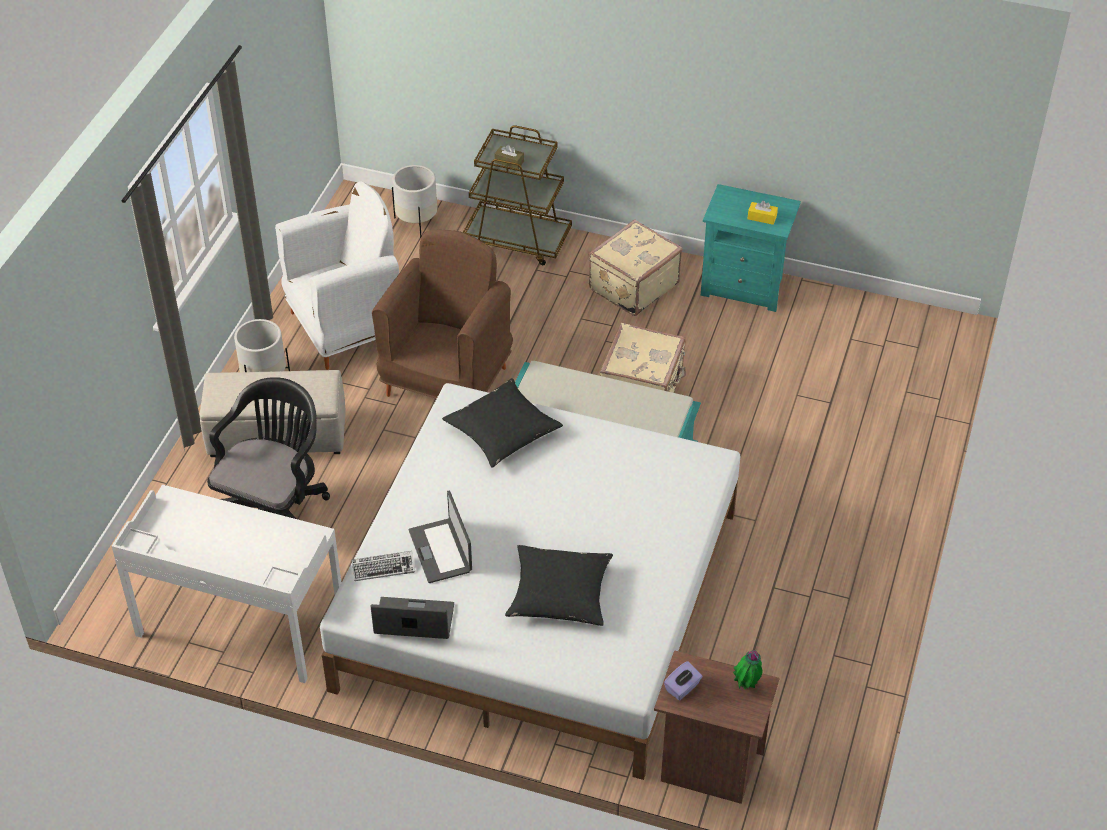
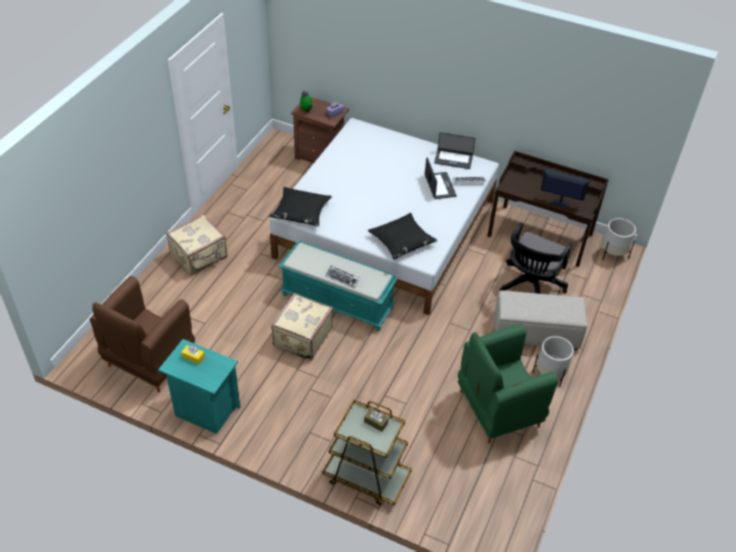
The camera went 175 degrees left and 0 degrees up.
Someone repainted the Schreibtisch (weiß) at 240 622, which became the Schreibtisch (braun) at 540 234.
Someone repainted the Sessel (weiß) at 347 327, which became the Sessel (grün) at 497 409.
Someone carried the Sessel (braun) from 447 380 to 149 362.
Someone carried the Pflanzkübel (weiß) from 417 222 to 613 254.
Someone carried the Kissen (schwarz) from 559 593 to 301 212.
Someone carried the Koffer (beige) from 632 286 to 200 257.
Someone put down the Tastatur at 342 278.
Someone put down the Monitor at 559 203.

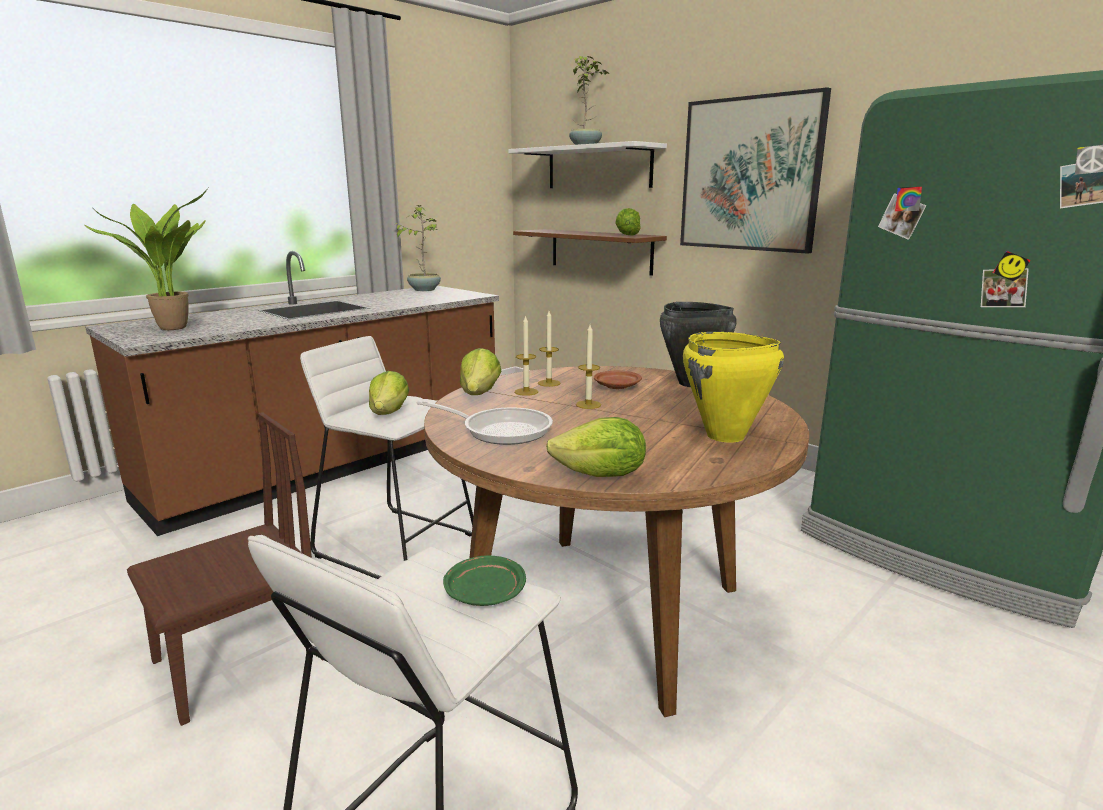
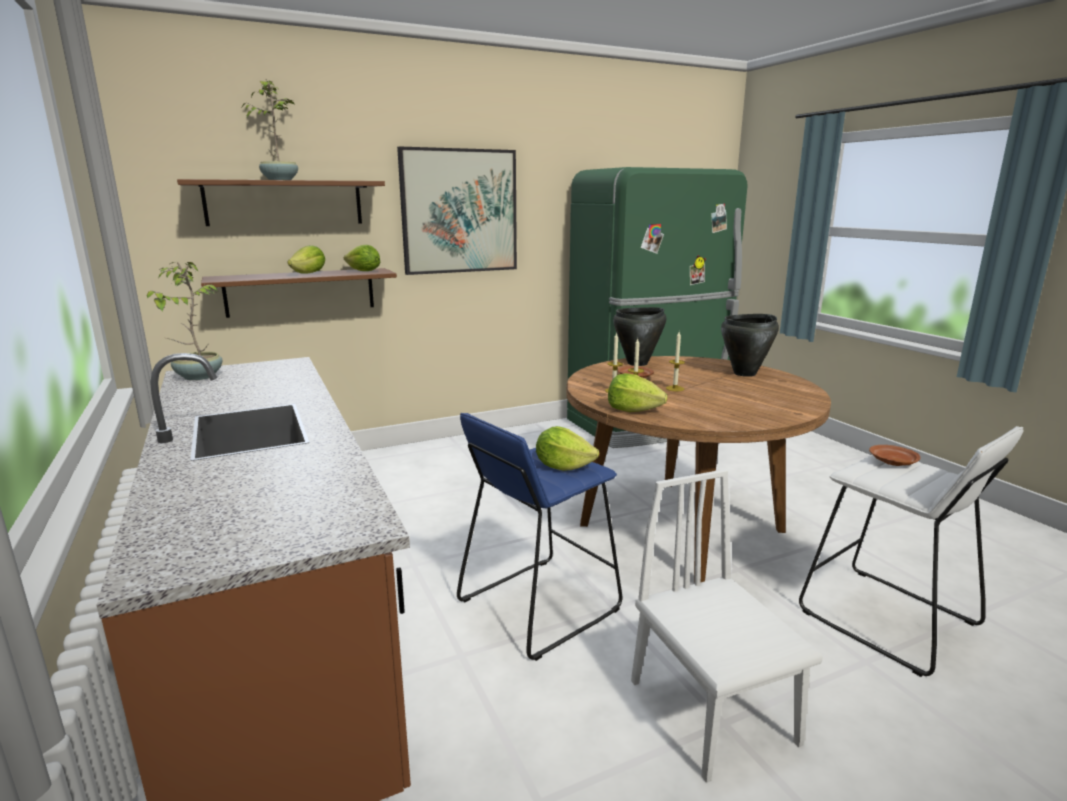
The camera went 70 degrees left and 0 degrees up.
Someone took away the Topfpflanze at 175 327.
Someone repainted the Stuhl (braun) at 240 660, which became the Stuhl (weiß) at 712 711.
Someone repainted the Hocker (weiß) at 397 544, which became the Hocker (blau) at 538 605.
Someone took away the Pfanne at 500 430.
Someone repainted the Teller (grün) at 485 593, which became the Teller (braun) at 892 462.
Someone repainted the Wandregal (weiß) at 598 167, which became the Wandregal (braun) at 284 203.
Someone carried the Salatkopf from 601 476 to 309 273.
Someone repainted the Kochtopf (gelb) at 725 436, which became the Kochtopf (schwarz) at 745 373.

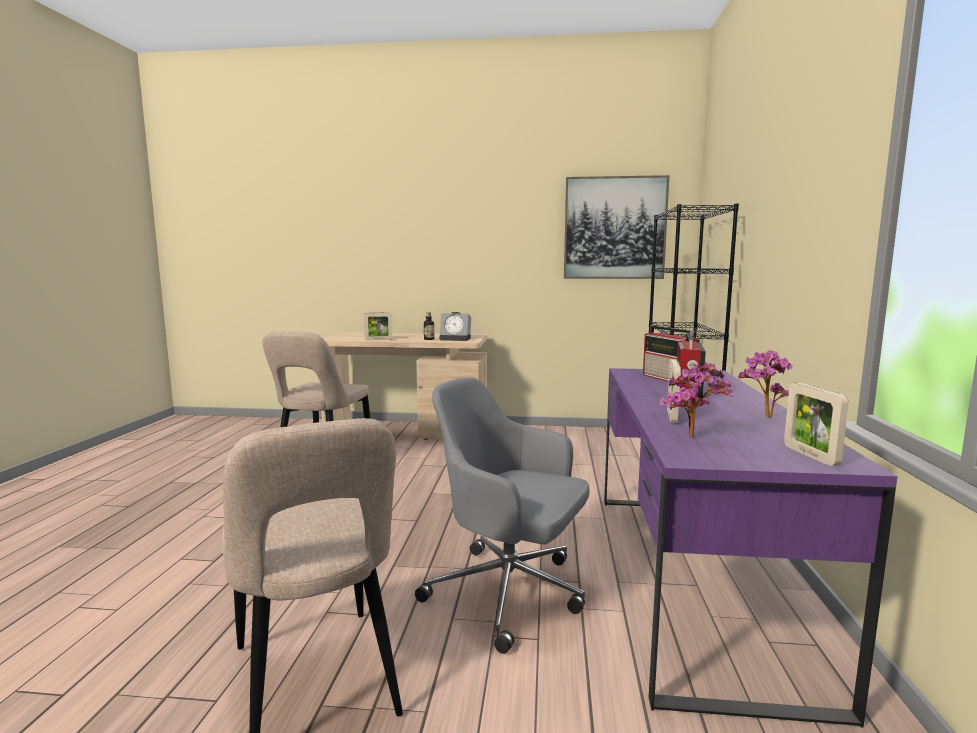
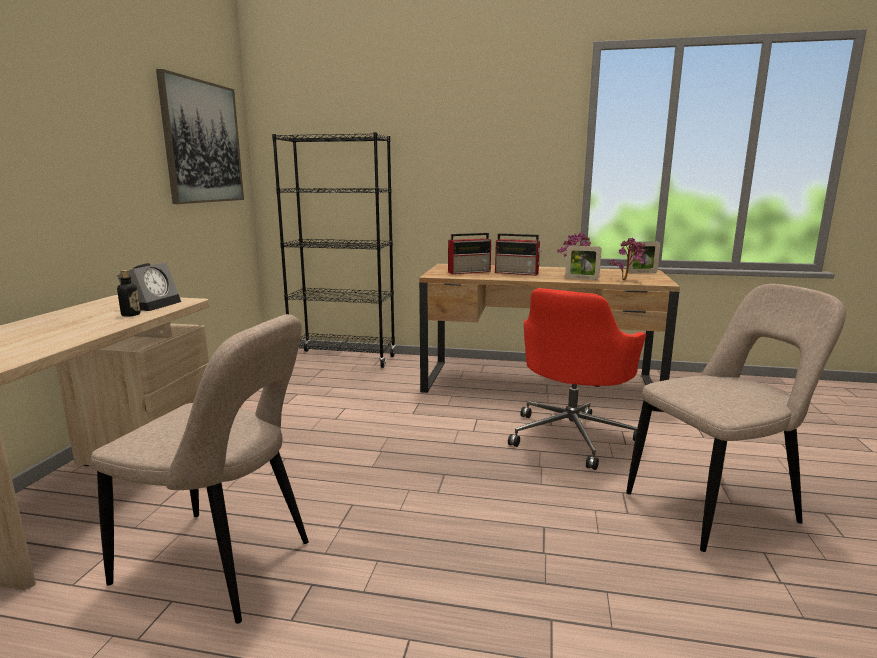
The camera went 85 degrees left and 5 degrees up.
Someone took away the Bilderrahmen at 378 340.
Someone repainted the Bürostuhl (grau) at 510 593, which became the Bürostuhl (rot) at 572 436.
Someone repainted the Schreibtisch (lila) at 691 578, which became the Schreibtisch (braun) at 538 384.

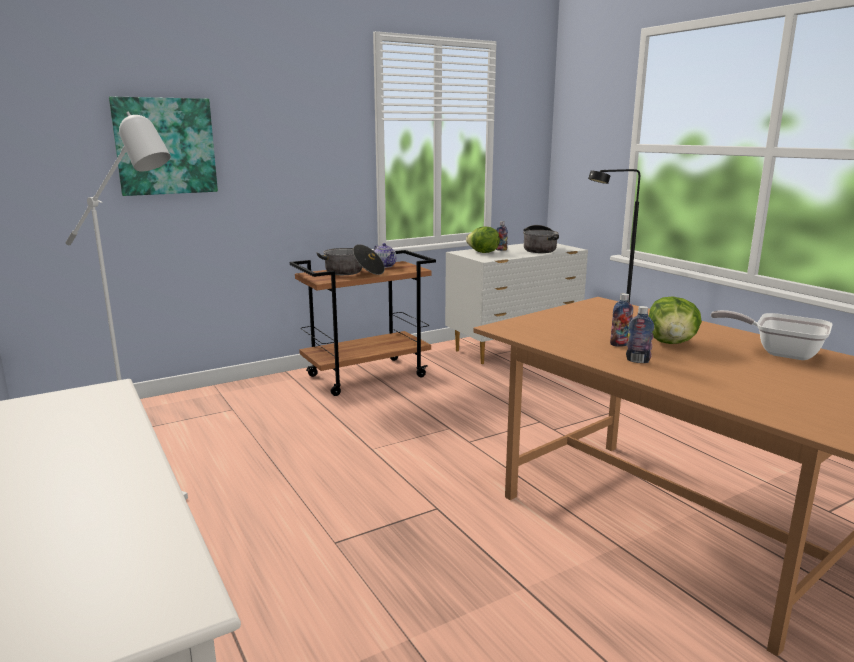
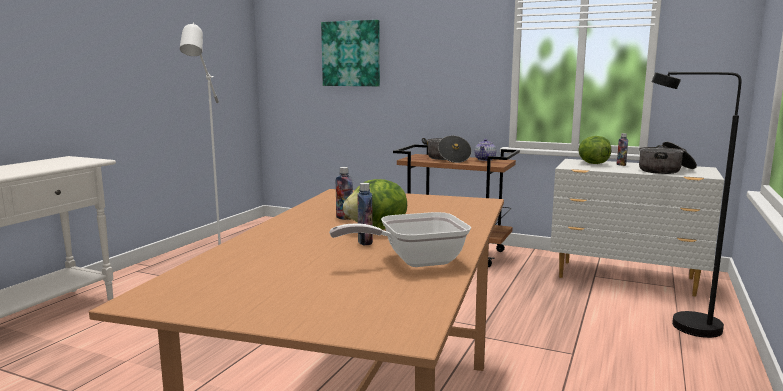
The camera went 55 degrees right and 5 degrees down.
Someone carried the Flasche from 638 361 to 365 242.
Someone rotated the Pfanne at 779 352 by 105 degrees counterclockwise.

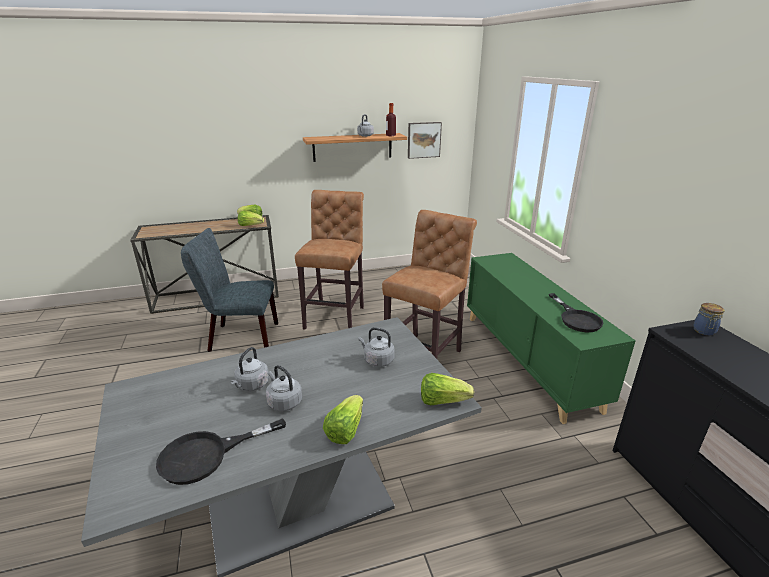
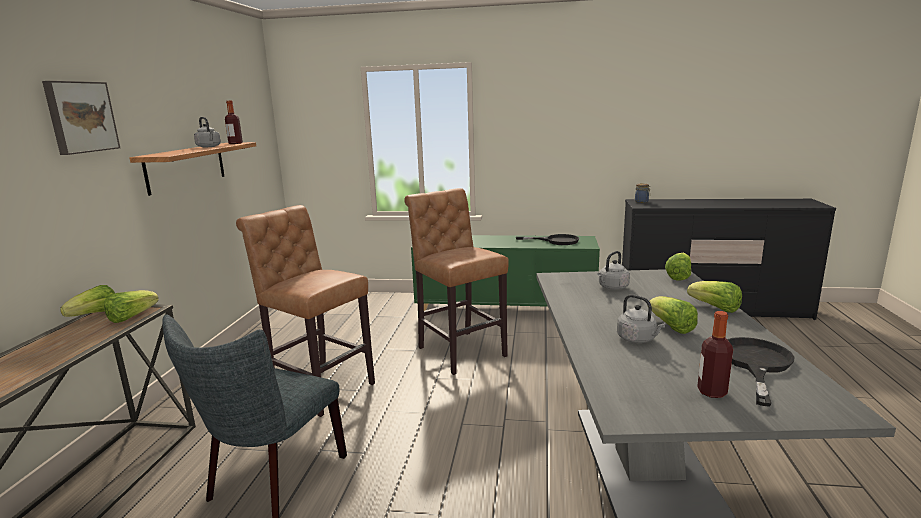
The camera went 65 degrees left and 10 degrees down.
Someone rotated the Pfanne (schwarz) at 207 455 by 150 degrees counterclockwise.
Someone swapped the Wasserkessel (grau) at 283 402 for the Salatkopf at 671 327.
Someone carried the Bild from 423 140 to 80 117.
Someone put down the Flasche at 711 392.

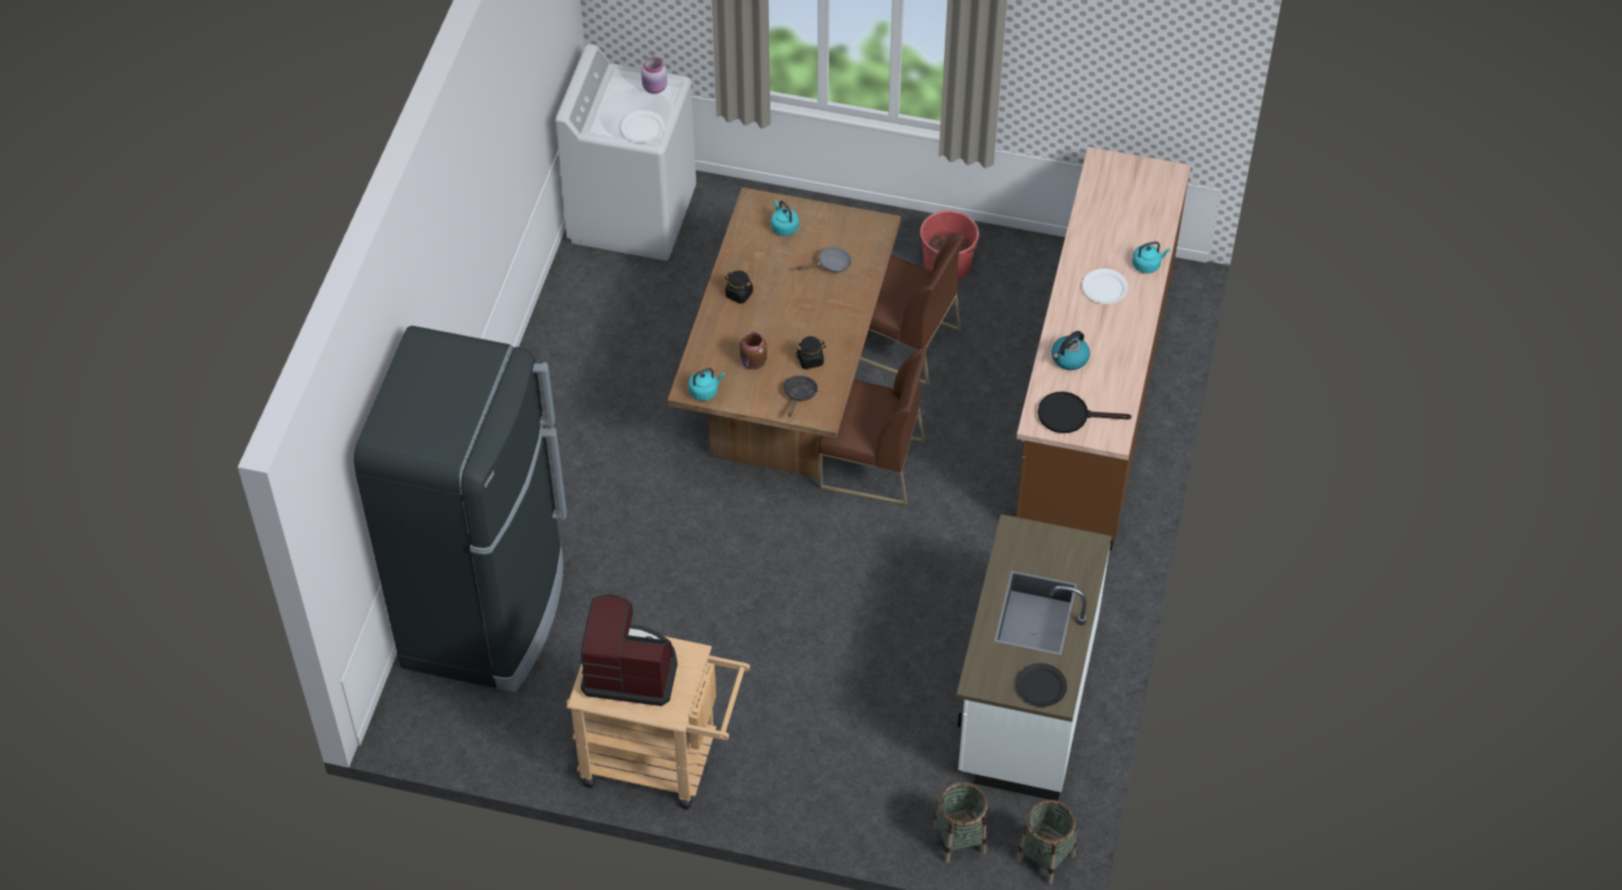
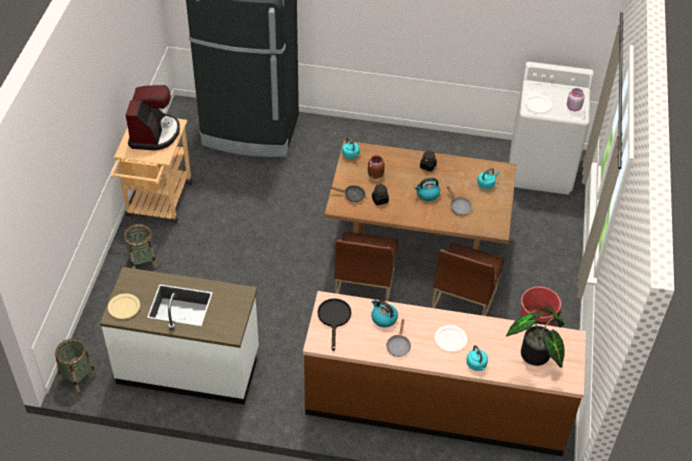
The camera went 85 degrees right and 5 degrees down.
Someone carried the Korb from 959 839 to 142 261.
Someone repainted the Teller (schwarz) at 1041 686, which became the Teller (beige) at 124 307.
Someone put down the Pfanne (grau) at 398 346.
Someone put down the Wasserkessel at 427 194.
Someone put down the Topfpflanze at 535 357.

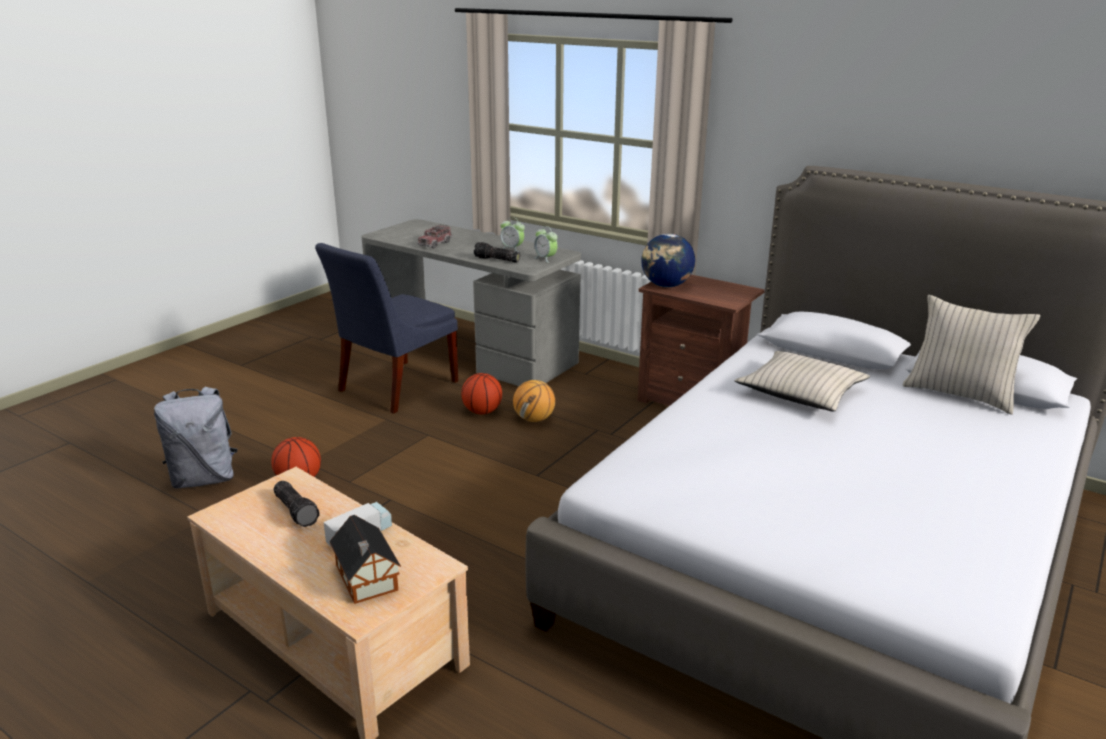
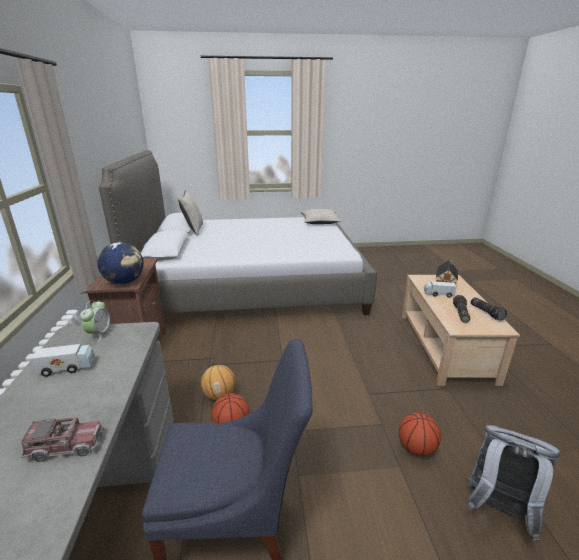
The camera went 130 degrees left and 0 degrees up.
Someone carried the Taschenlampe from 496 260 to 487 312.
Someone swapped the Wecker at 512 249 for the Spielzeuglaster at 67 368.
Someone carried the Kissen (beige) from 801 392 to 320 222.

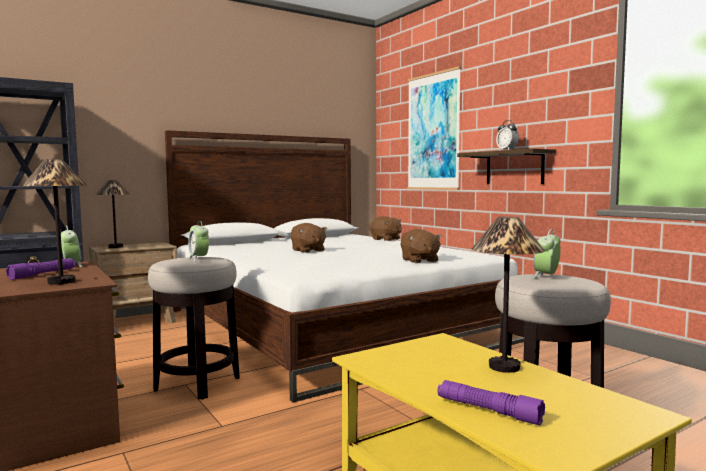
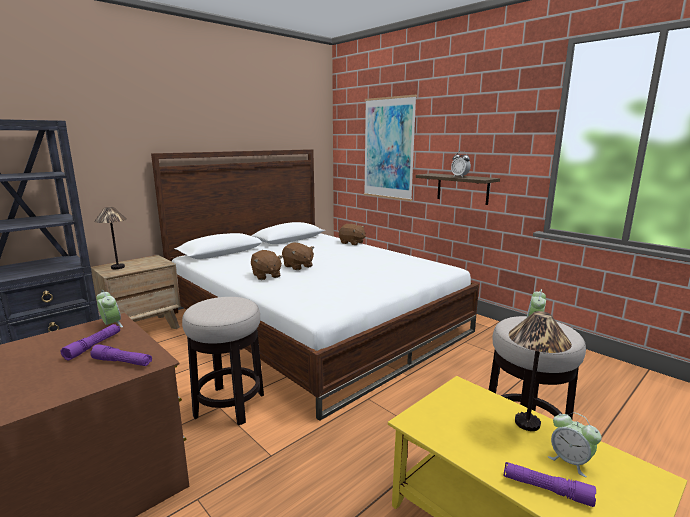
The camera went 10 degrees left and 10 degrees up.
Someone swapped the Tischlampe at 61 282 for the Taschenlampe (lila) at 122 362.
Someone carried the Wecker from 199 259 to 570 461.
Someone carried the Plüschtier (braun) from 419 260 to 266 276.

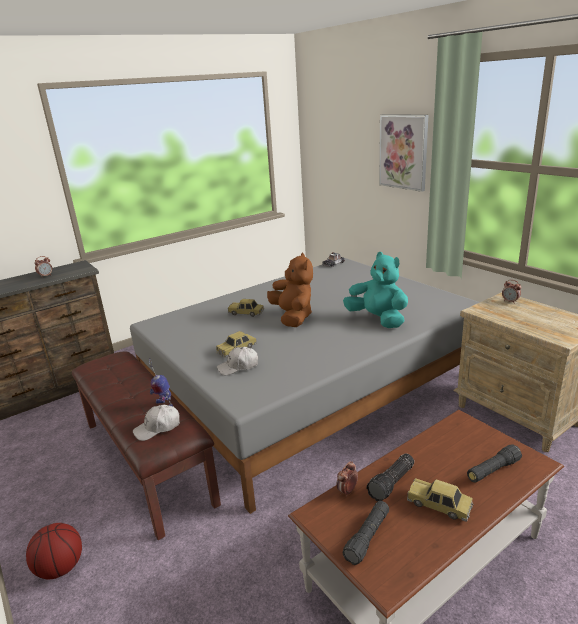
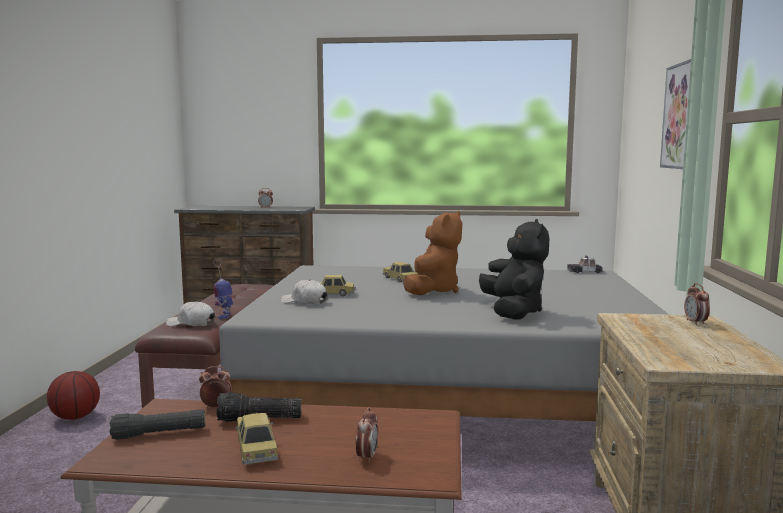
The camera went 40 degrees right and 15 degrees down.
Someone repainted the Plüschtier (türkis) at 378 319, which became the Plüschtier (schwarz) at 513 312.
Someone swapped the Taschenlampe (schwarz) at 493 470 for the Wecker at 367 457.

